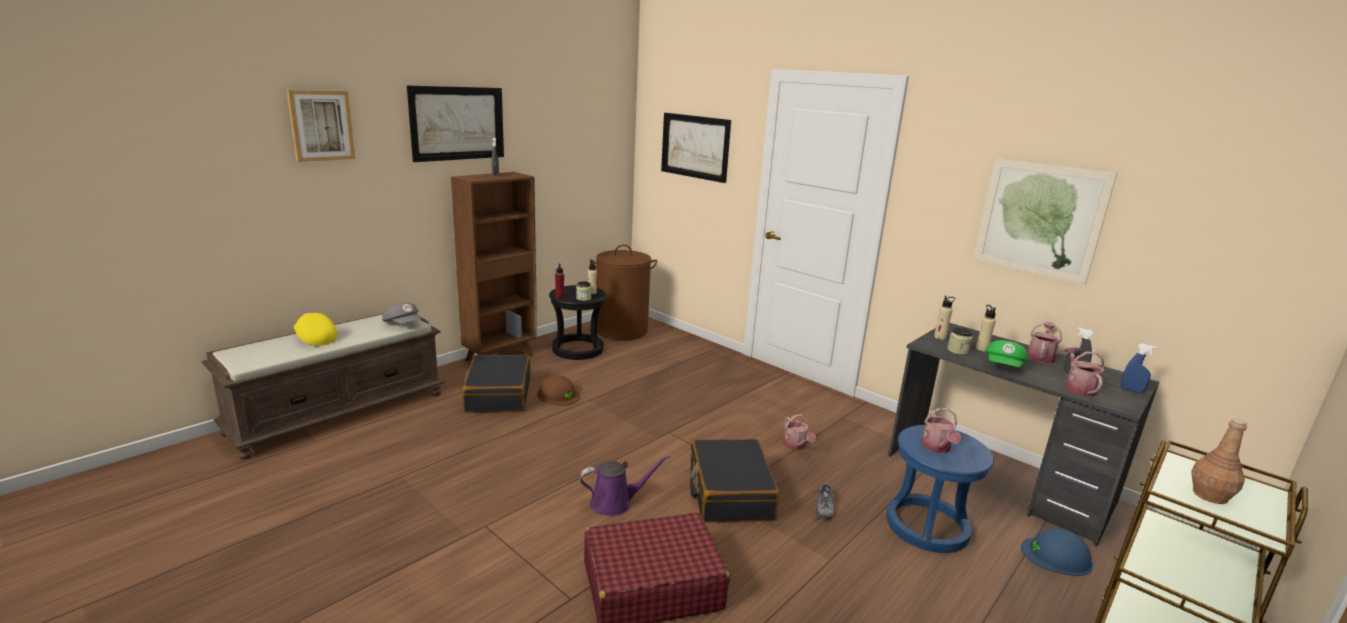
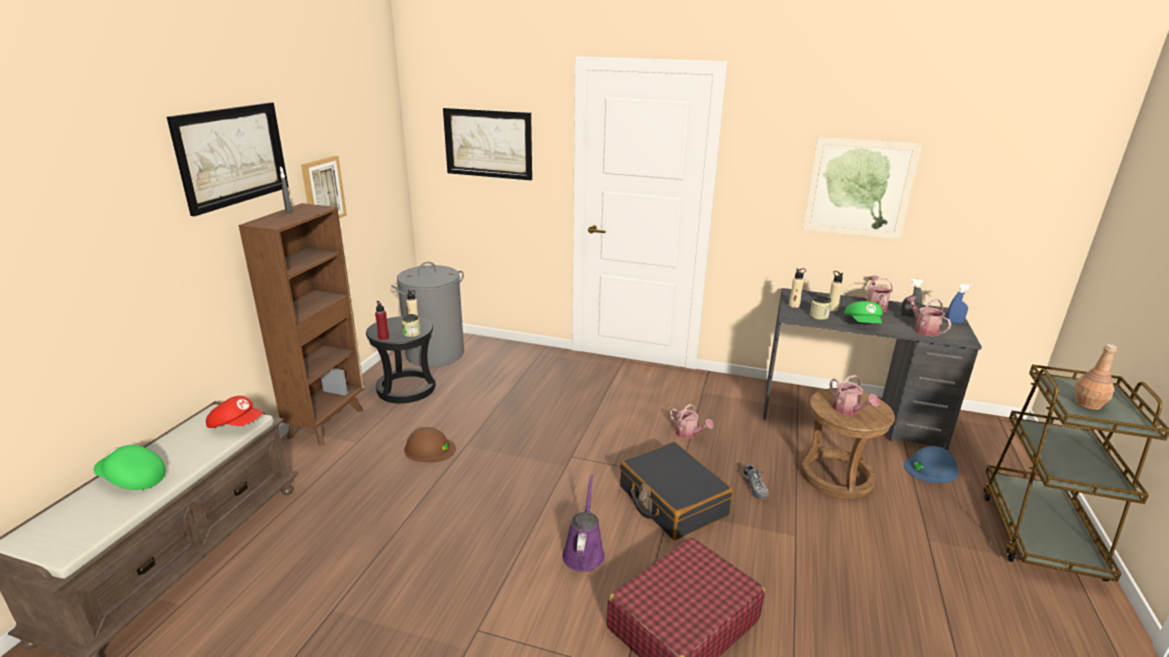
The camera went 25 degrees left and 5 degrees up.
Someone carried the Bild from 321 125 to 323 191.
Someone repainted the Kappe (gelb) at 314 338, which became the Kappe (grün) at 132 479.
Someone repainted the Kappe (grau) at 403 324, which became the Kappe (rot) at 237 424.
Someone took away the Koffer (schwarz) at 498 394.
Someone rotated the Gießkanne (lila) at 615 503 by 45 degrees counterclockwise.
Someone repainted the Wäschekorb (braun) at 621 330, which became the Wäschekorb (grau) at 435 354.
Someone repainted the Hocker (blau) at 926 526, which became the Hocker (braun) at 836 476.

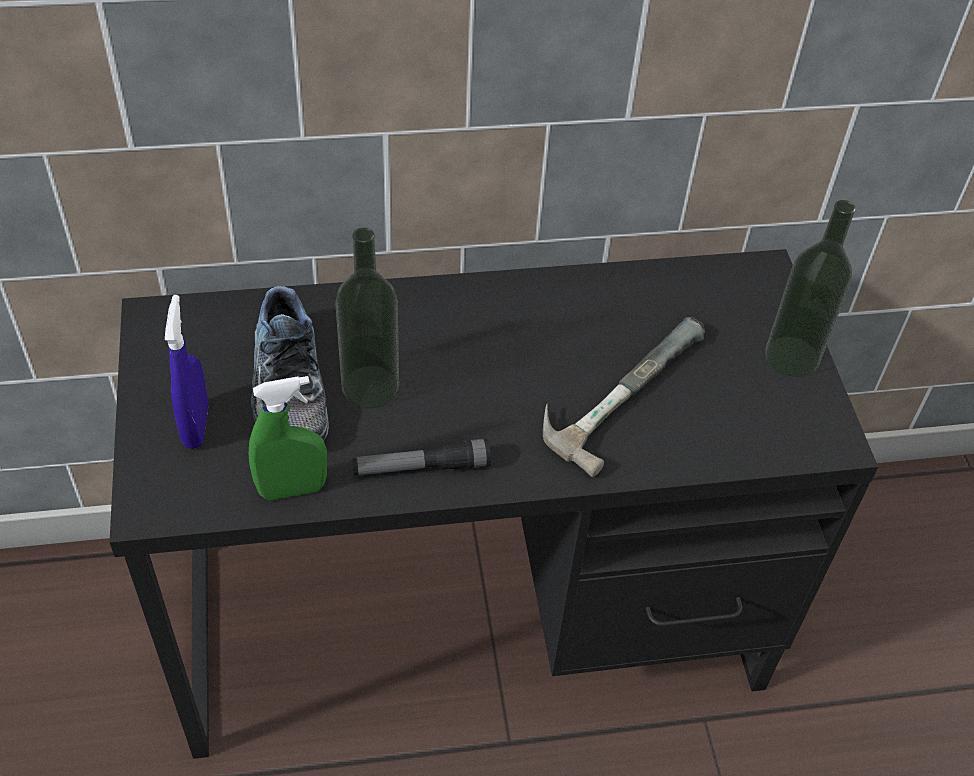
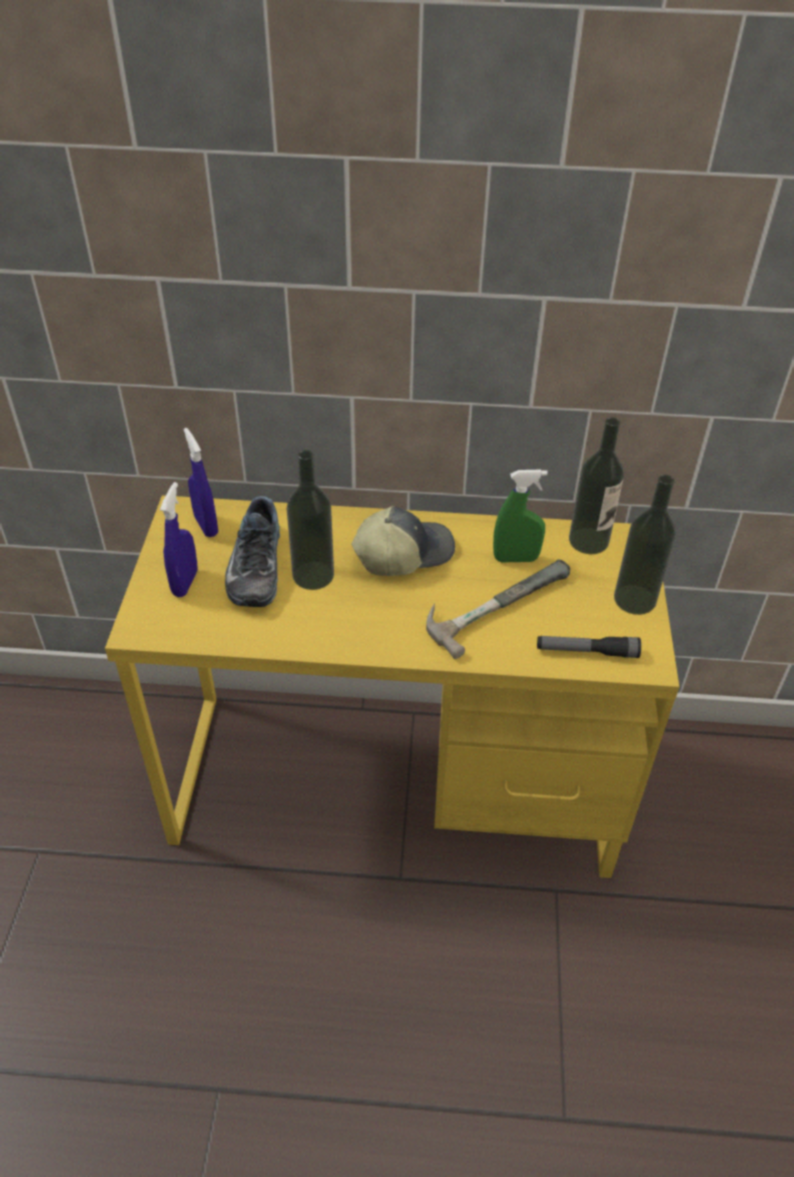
The camera went 15 degrees right and 5 degrees down.
Someone repainted the Schreibtisch (schwarz) at 472 616, which became the Schreibtisch (gelb) at 395 782.
Someone carried the Sprühflasche (grün) from 292 489 to 515 558.
Someone carried the Taschenlampe from 421 467 to 586 651.
Someone put down the Sprühflasche (blau) at 206 525.
Someone put down the Kappe at 403 553.
Someone put down the Flasche at 588 541.

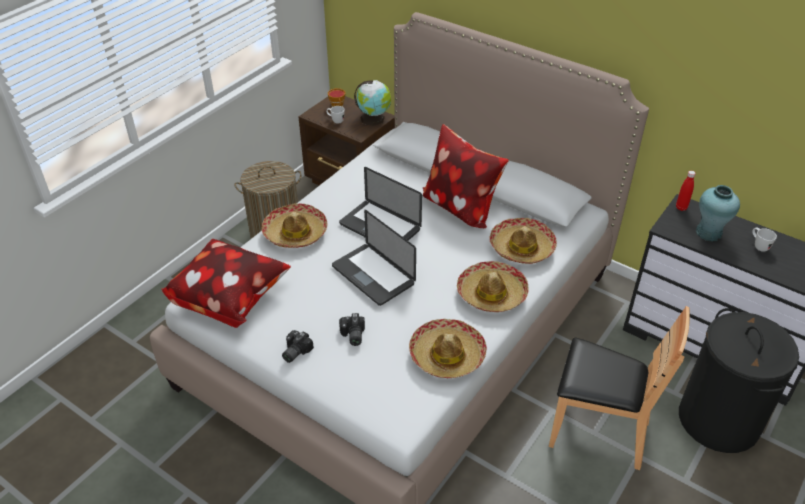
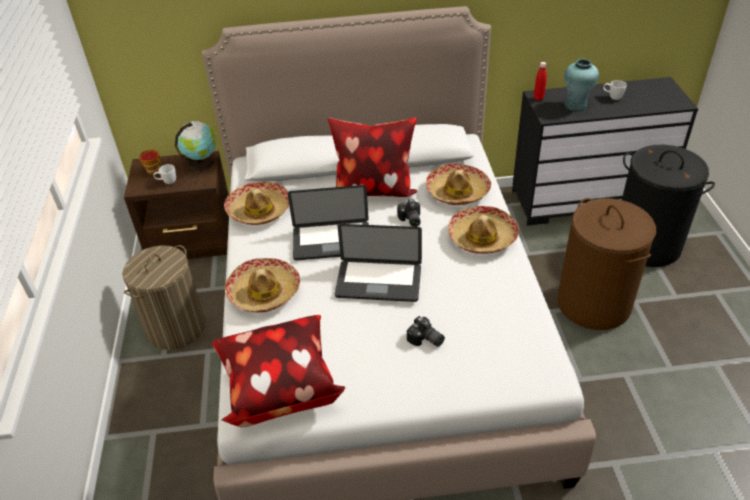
The camera went 40 degrees left and 0 degrees up.
Someone carried the Kamera from 294 352 to 410 220.
Someone carried the Hut from 446 355 to 259 210.
Someone swapped the Stuhl (braun) at 597 431 for the Wäschekorb (braun) at 594 304.

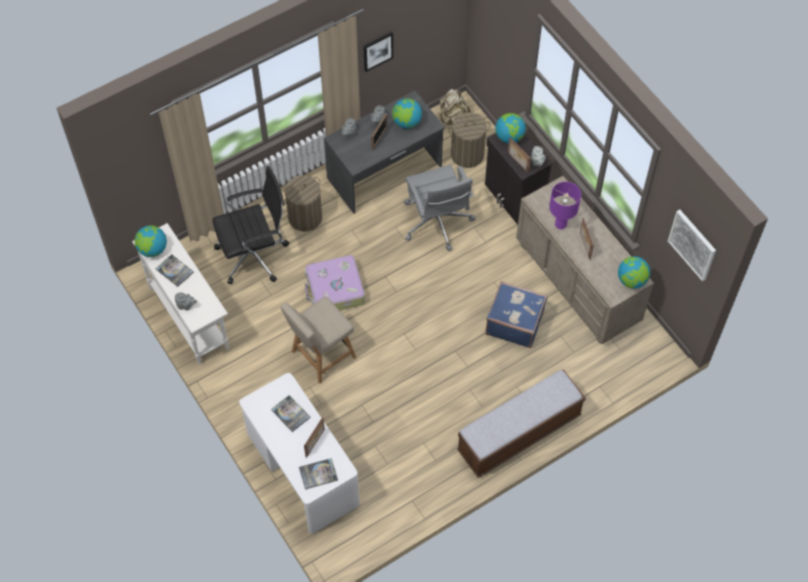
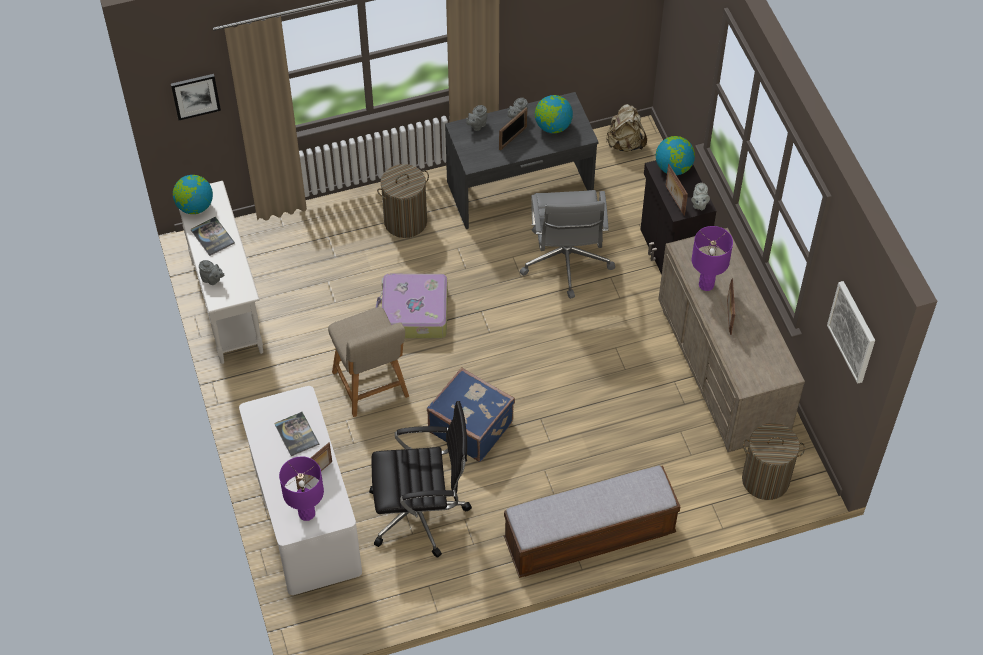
The camera went 15 degrees right and 5 degrees down.
Someone carried the Bürostuhl (schwarz) from 255 255 to 421 513.
Someone rotated the Stuhl (beige) at 321 356 by 90 degrees counterclockwise.
Someone swapped the Buch at 318 474 for the Tischlampe (lila) at 306 513.
Someone carried the Bild from 377 51 to 195 96.
Someone carried the Wäschekorb from 467 154 to 765 479.
Someone carried the Koffer (blau) from 514 322 to 471 426.
Someone took away the Globus at 631 280.

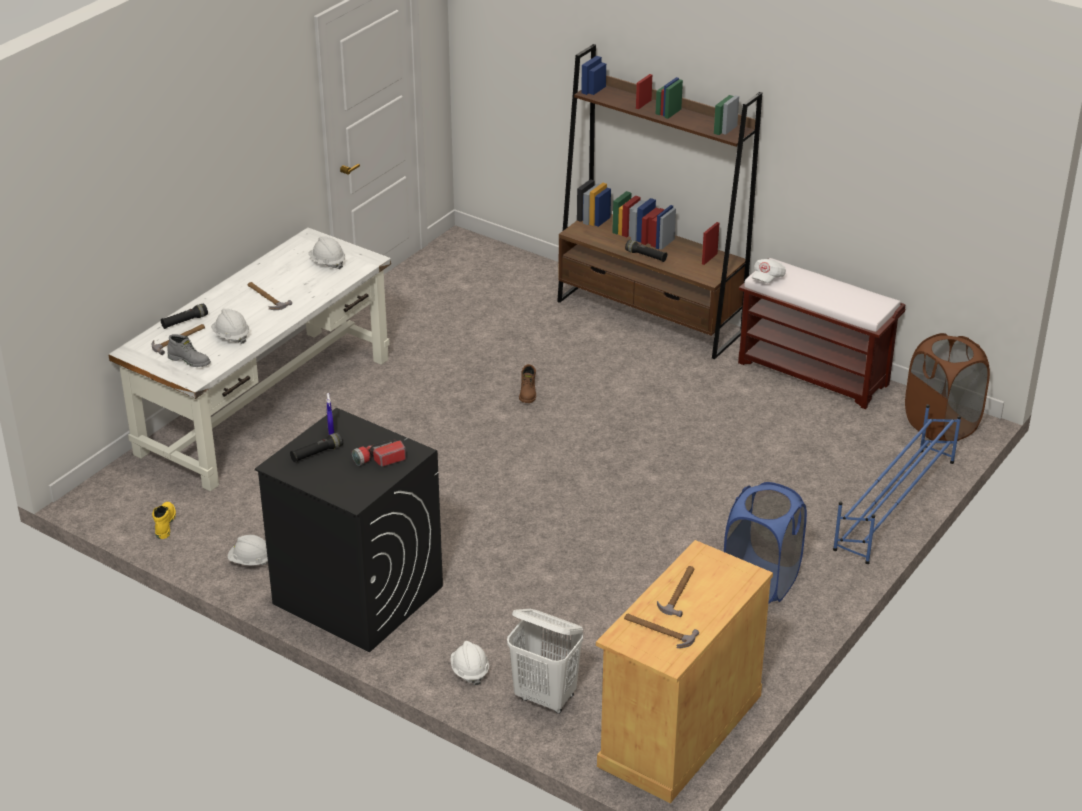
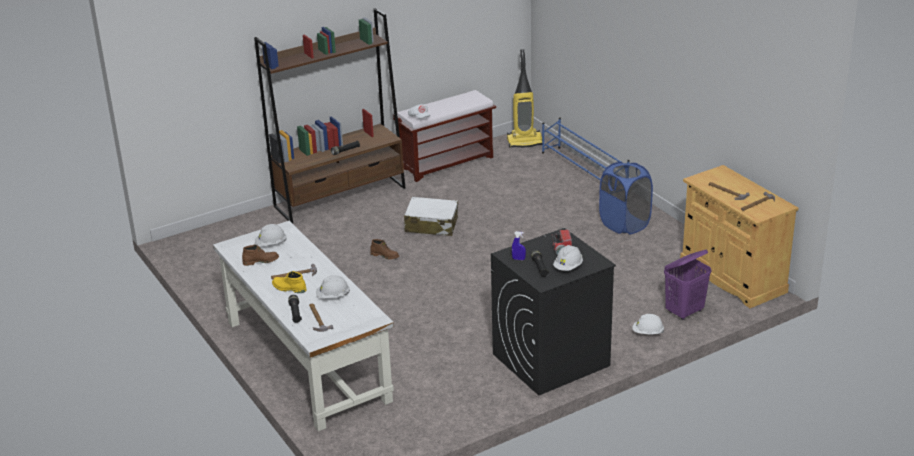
The camera went 65 degrees left and 5 degrees down.
Someone carried the Stiefel (gelb) from 164 523 to 288 288.
Someone took away the Stiefel (grau) at 190 361.
Someone carried the Schutzhelm (weiß) from 250 561 to 568 267.
Someone repainted the Wäschekorb (weiß) at 546 697, which became the Wäschekorb (lila) at 685 312.
Someone swapped the Wäschekorb (braun) at 941 425 for the Staubsauger at 525 142.
Someone put down the Stiefel (braun) at 261 261.
Someone put down the Koffer (weiß) at 431 225.

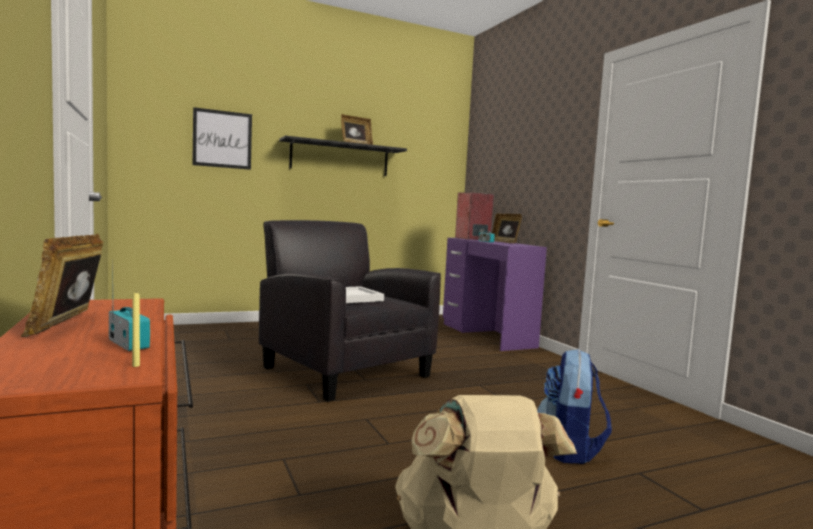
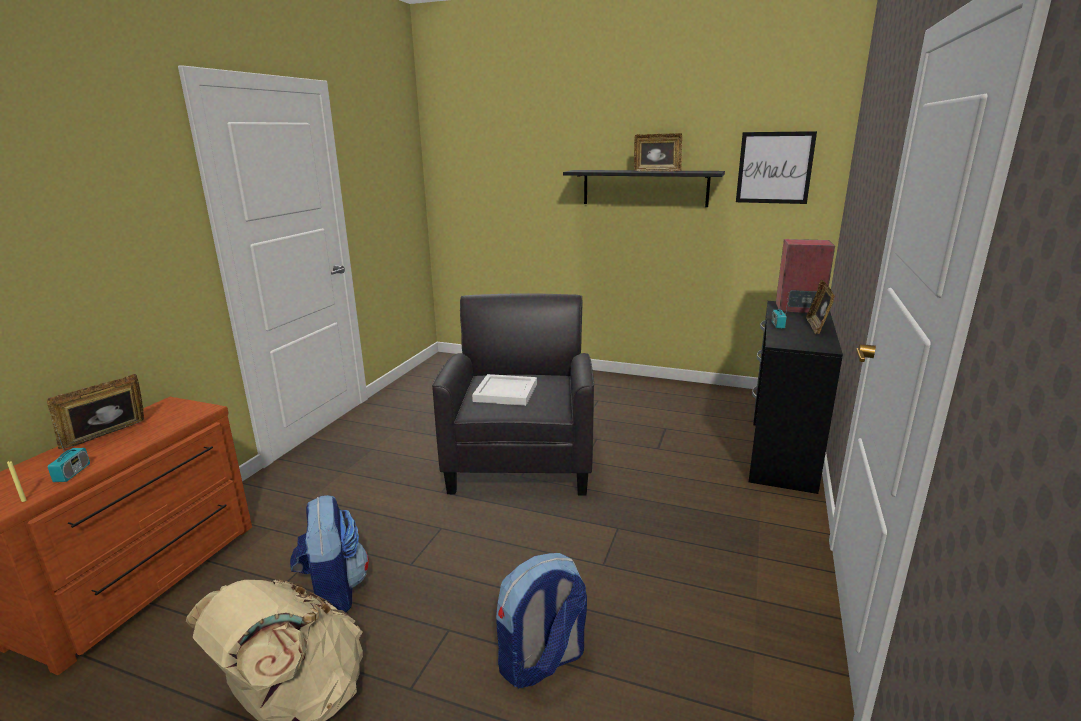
The camera went 45 degrees right and 15 degrees up.
Someone carried the Bild from 222 139 to 774 168.
Someone repainted the Schreibtisch (lila) at 487 335, which became the Schreibtisch (schwarz) at 782 448.
Someone put down the Rucksack at 333 592.

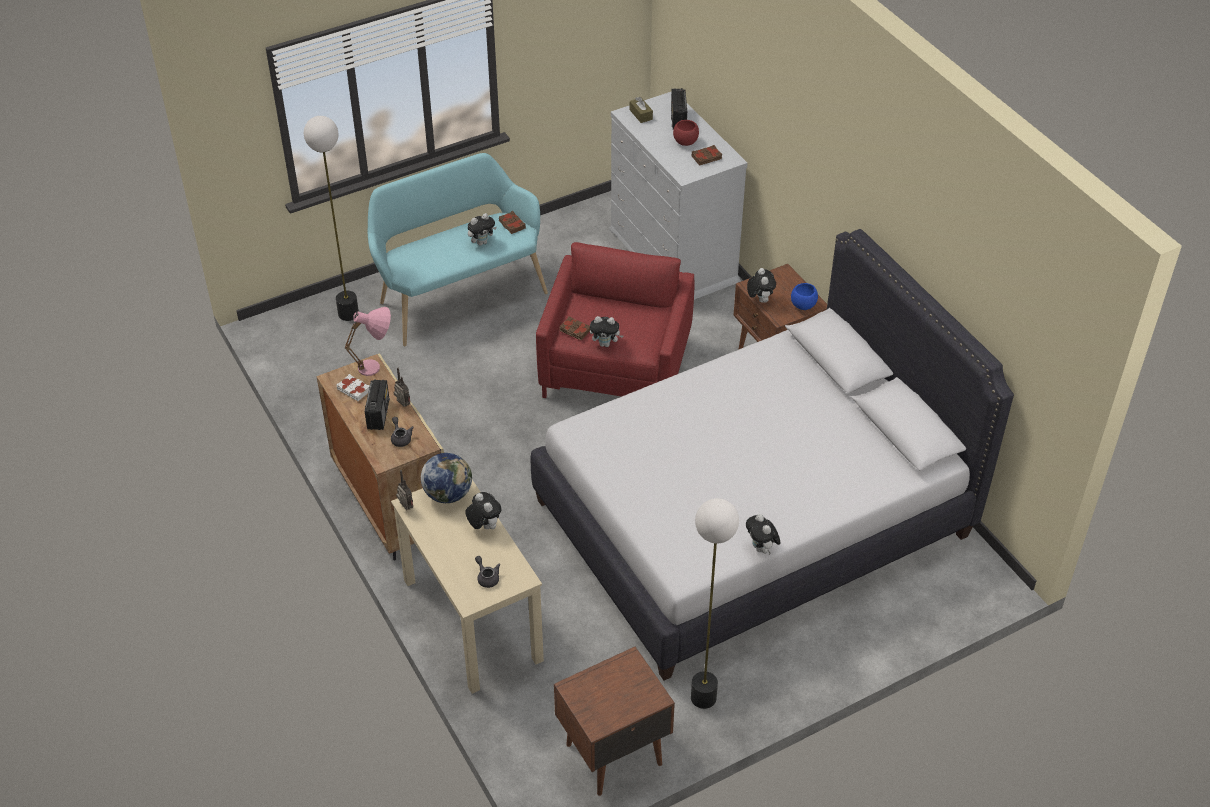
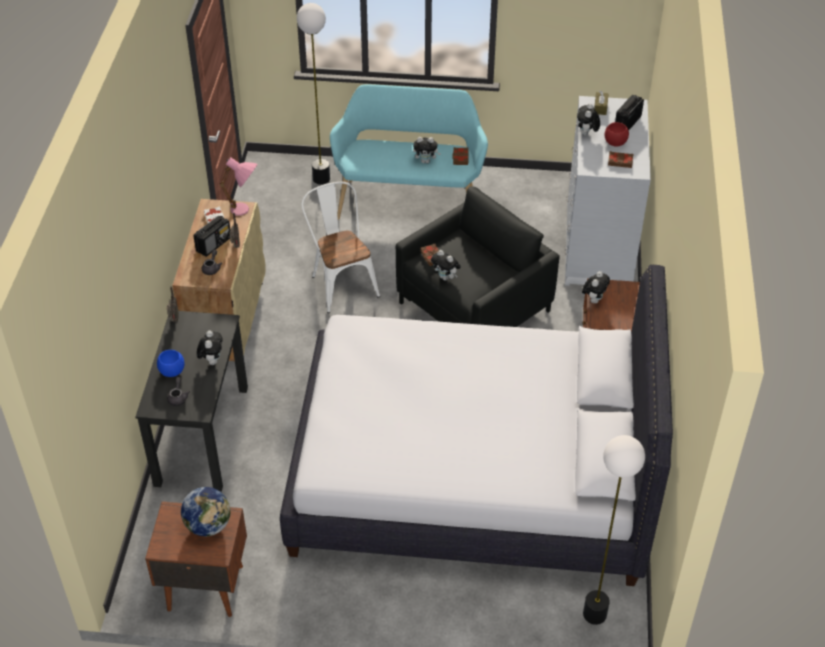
The camera went 35 degrees right and 0 degrees up.
Someone repainted the Schreibtisch (beige) at 472 619, which became the Schreibtisch (schwarz) at 202 434.
Someone carried the Globus from 448 494 to 208 525.
Someone repainted the Sessel (rot) at 616 367, which became the Sessel (schwarz) at 475 307.
Someone carried the Stehlampe from 703 698 to 594 614.
Someone carried the Plüschtier from 761 549 to 586 134.
Someone carried the Schüssel (blau) from 803 305 to 172 371.
Someone put down the Stuhl (weiß) at 341 283.

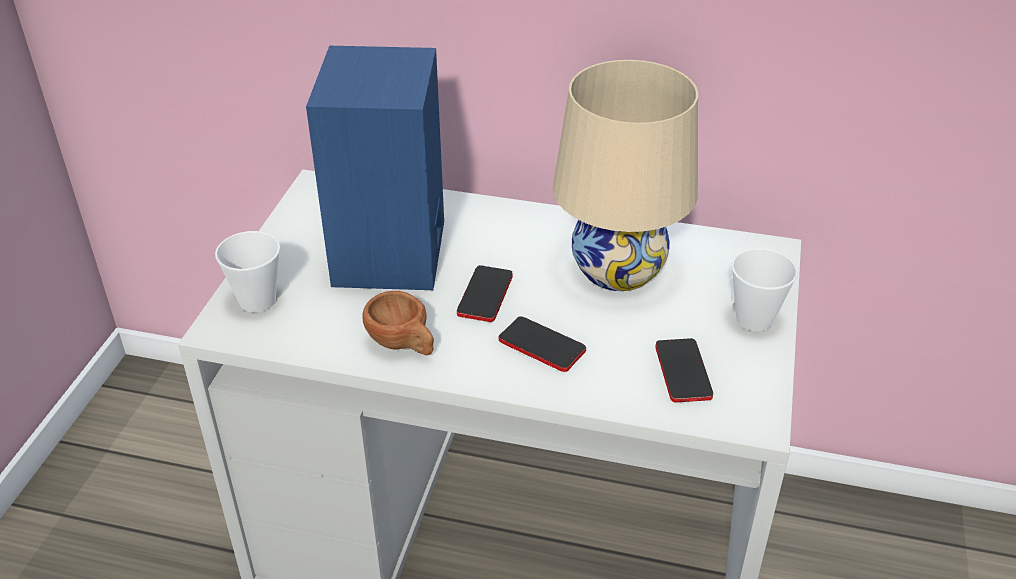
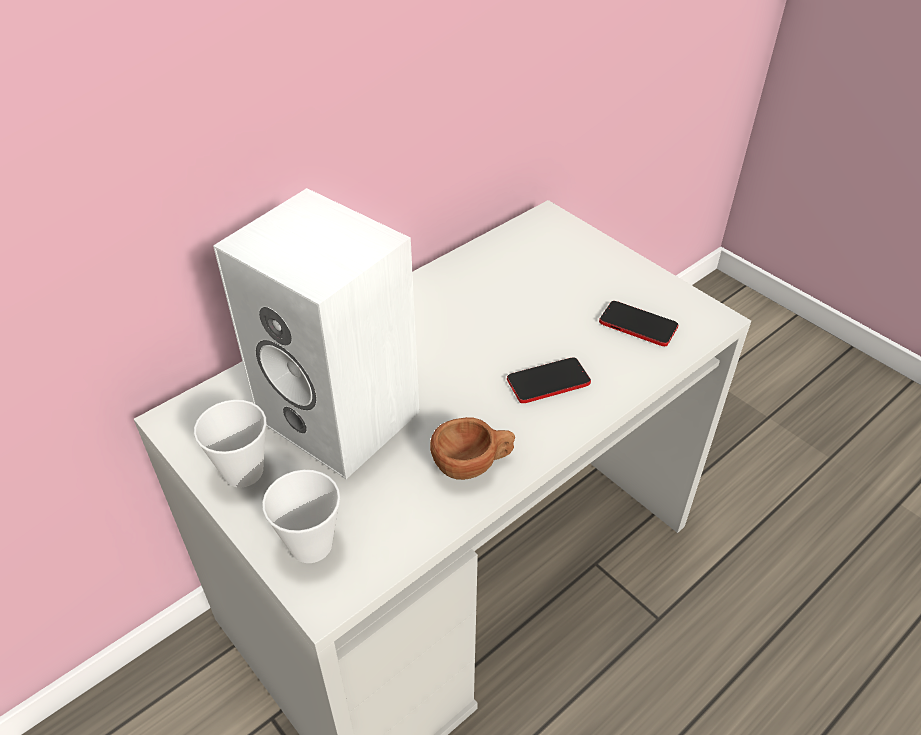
The camera went 55 degrees left and 5 degrees up.
Someone repainted the Lautsprecher (blau) at 392 255, which became the Lautsprecher (weiß) at 343 415.
Someone took away the Handy at 485 295.
Someone took away the Tischlampe (beige) at 618 269.
Someone carried the Tasse from 754 319 to 243 471.

